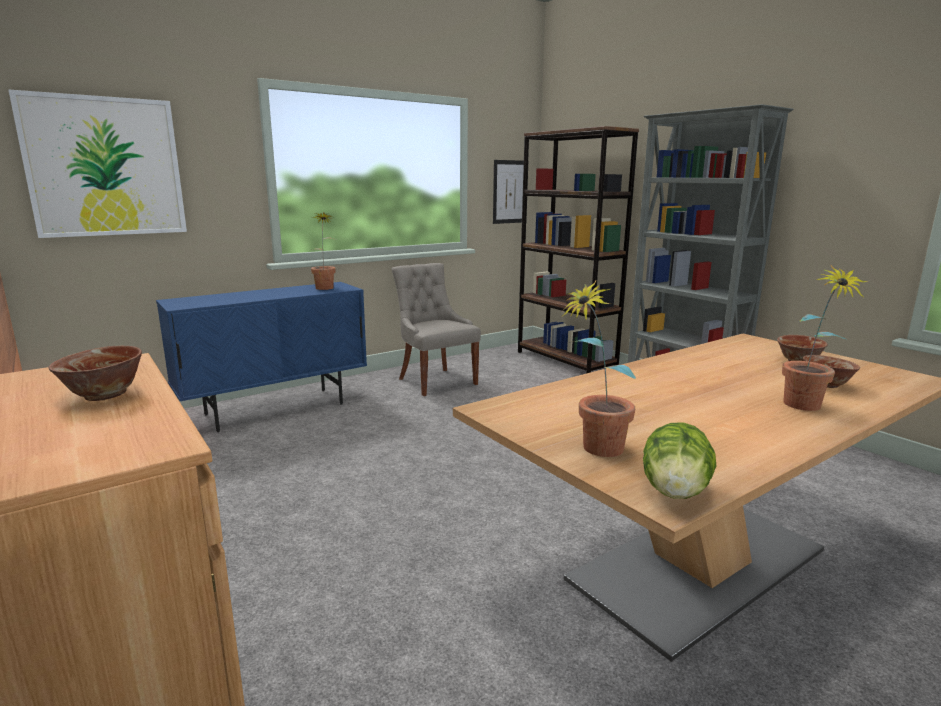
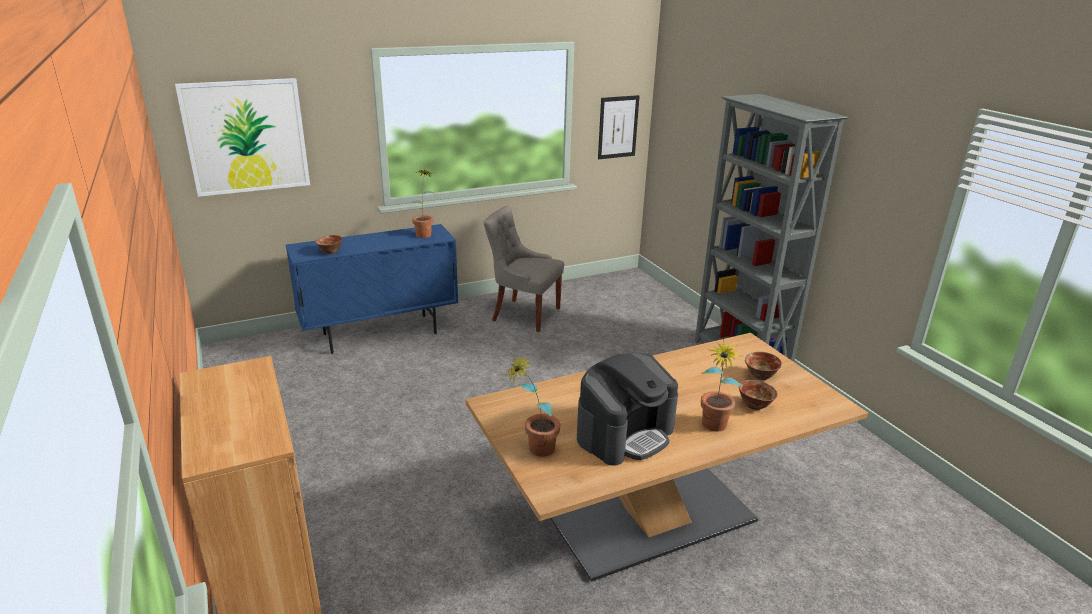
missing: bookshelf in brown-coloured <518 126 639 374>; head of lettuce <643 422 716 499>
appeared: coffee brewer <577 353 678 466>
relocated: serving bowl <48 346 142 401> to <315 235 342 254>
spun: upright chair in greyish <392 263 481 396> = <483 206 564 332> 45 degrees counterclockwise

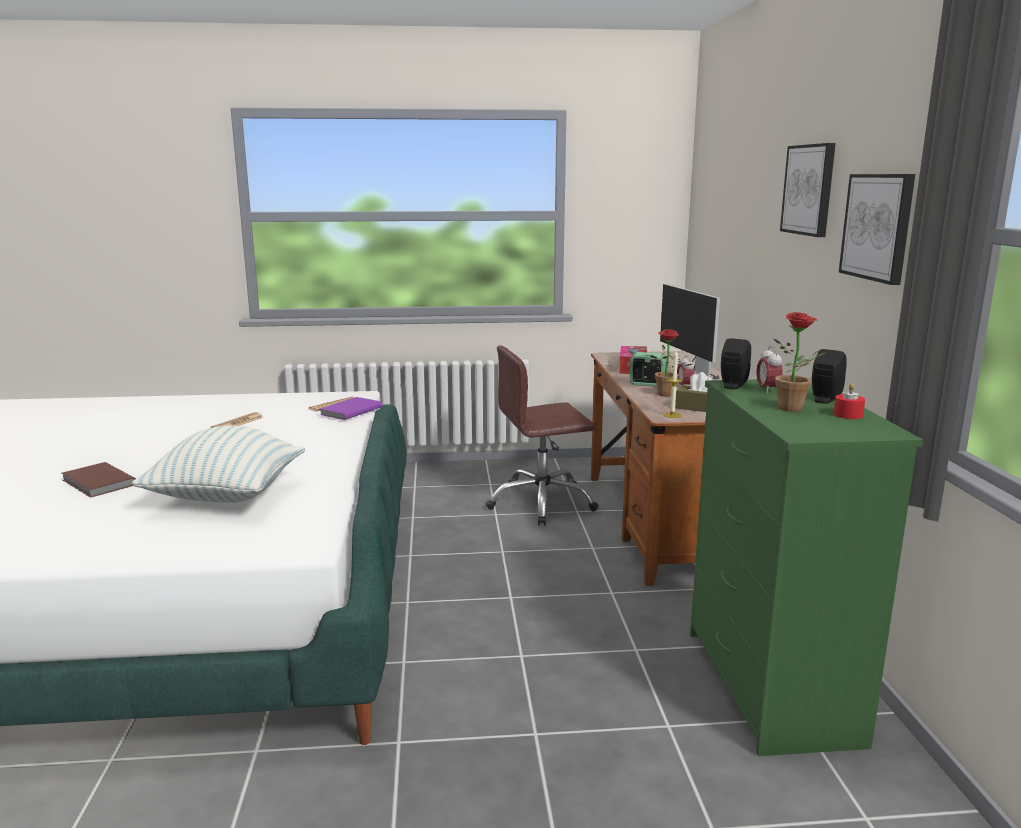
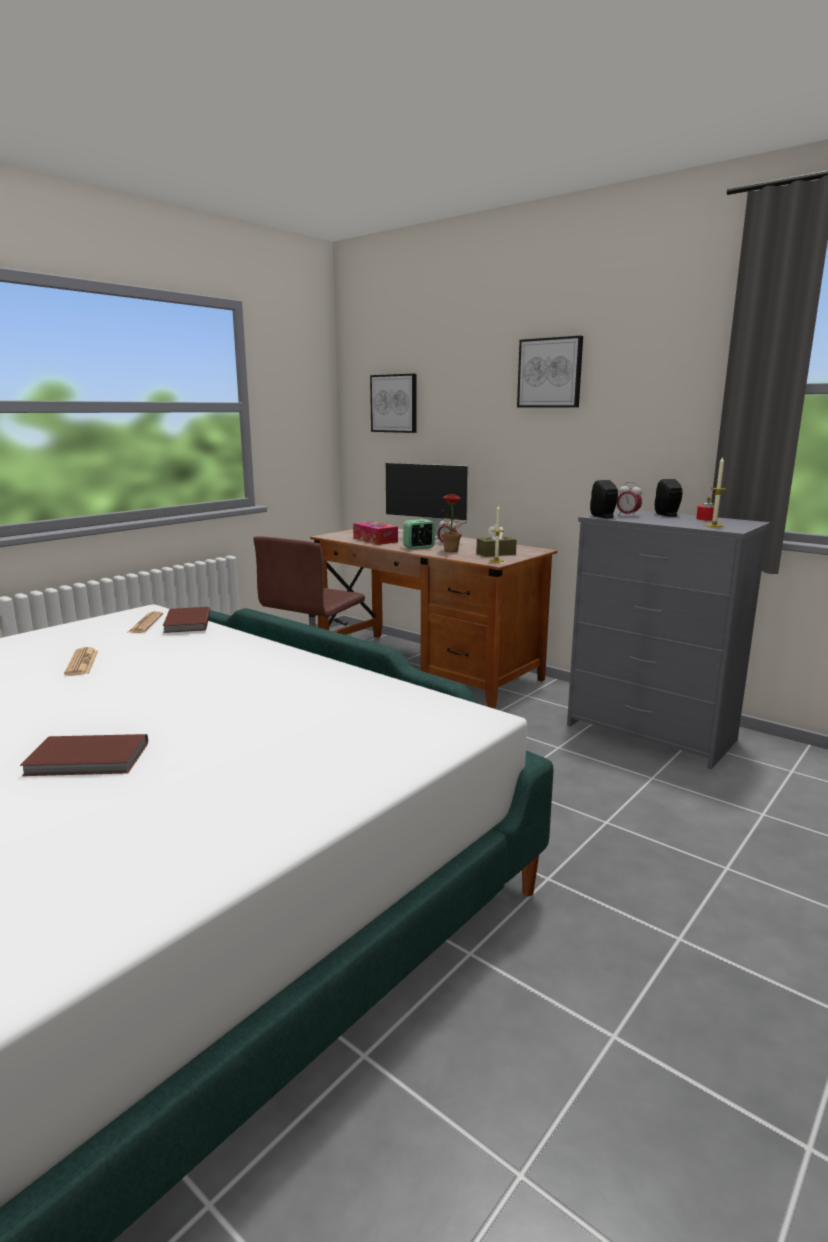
missing: throw pillow <132 425 305 503>; potted plant <774 312 825 412>
appeared: wax candle <705 456 727 527>
relocated: wall picture <839 174 915 285> to <370 374 417 433>
colour: book in purple-coloured <320 397 382 420> to book in brown-coloured <163 607 210 633>; dresser in green <690 379 923 756> to dresser in greyish <567 508 771 769>

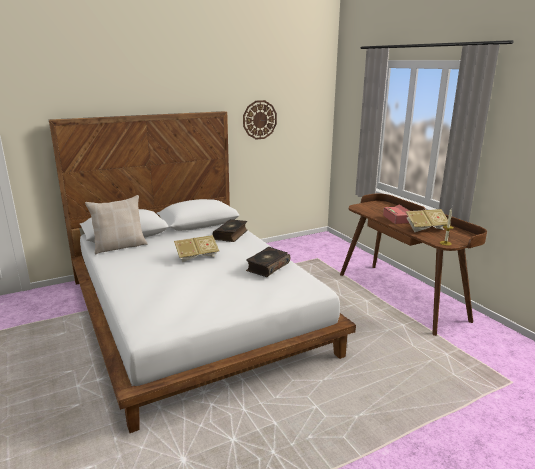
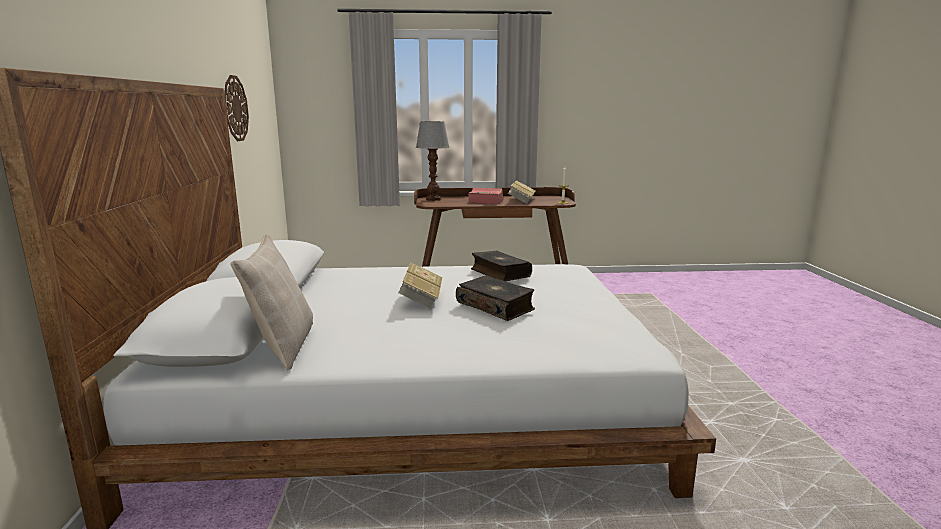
appeared: table lamp <416 121 450 201>
relocated: book <213 219 248 242> to <456 275 535 321>

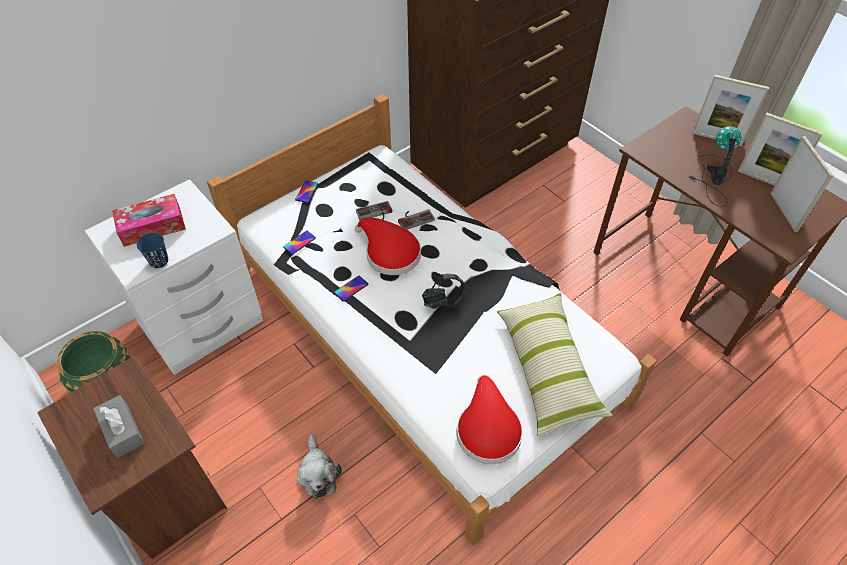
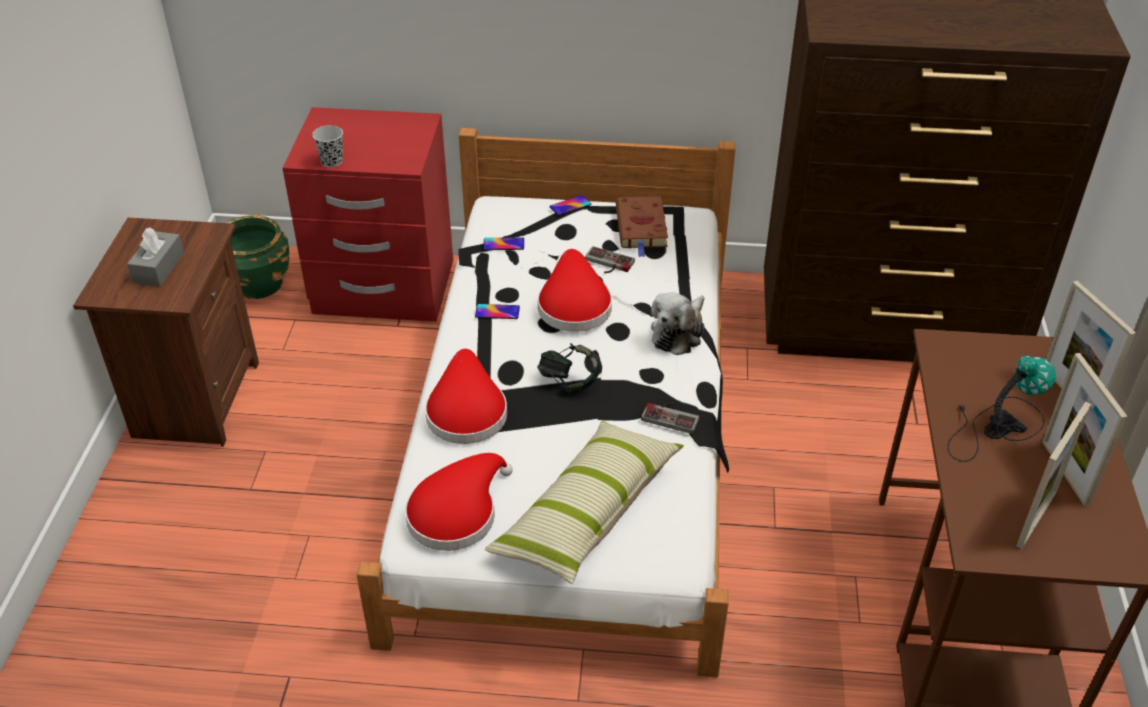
missing: box of tissues <112 194 186 247>
appeared: wearable hat in red <425 349 507 444>; book in brown-coloured <616 196 668 257>
relocated: cuddly toy <297 434 342 499> to <651 292 705 355>; game controller <398 209 435 230> to <641 402 699 434>
colour: bedside table in whitish <85 179 263 375> to bedside table in red <282 107 453 322>; drinking cup in bluish <137 233 168 268> to drinking cup in black <312 125 343 168>

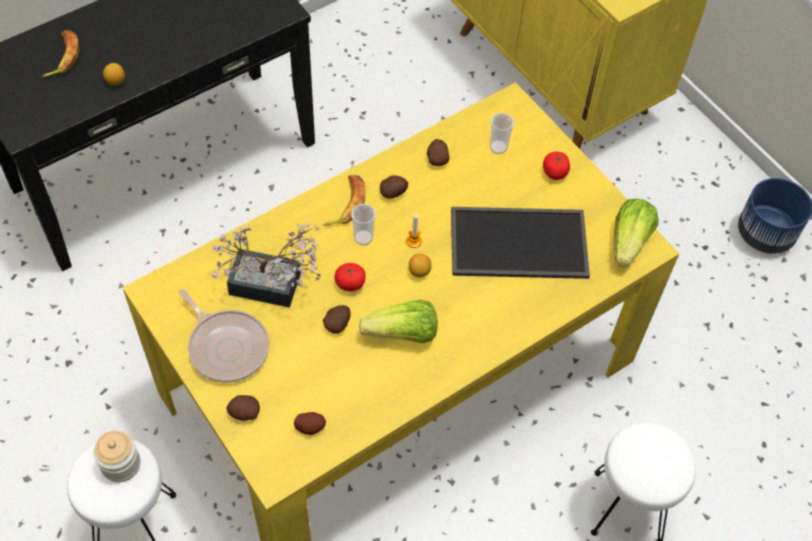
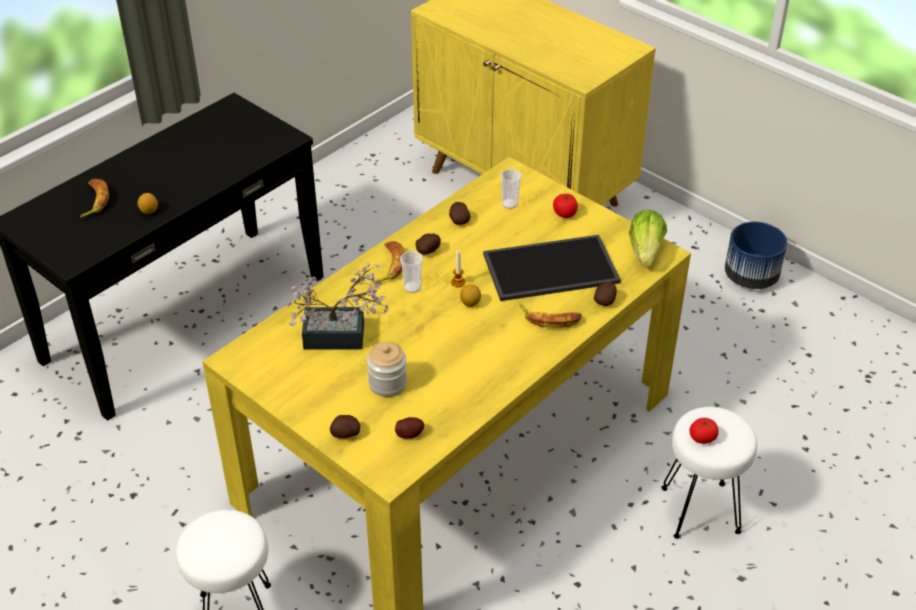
missing: frying pan <178 289 269 383>; head of lettuce <359 300 438 343>
appeared: whole banana <519 303 582 328>
relocated: jar <94 431 141 482> to <367 342 407 397>; whole potato <323 305 351 334> to <594 282 617 306>; fresh tomato <335 263 366 291> to <690 418 719 444>

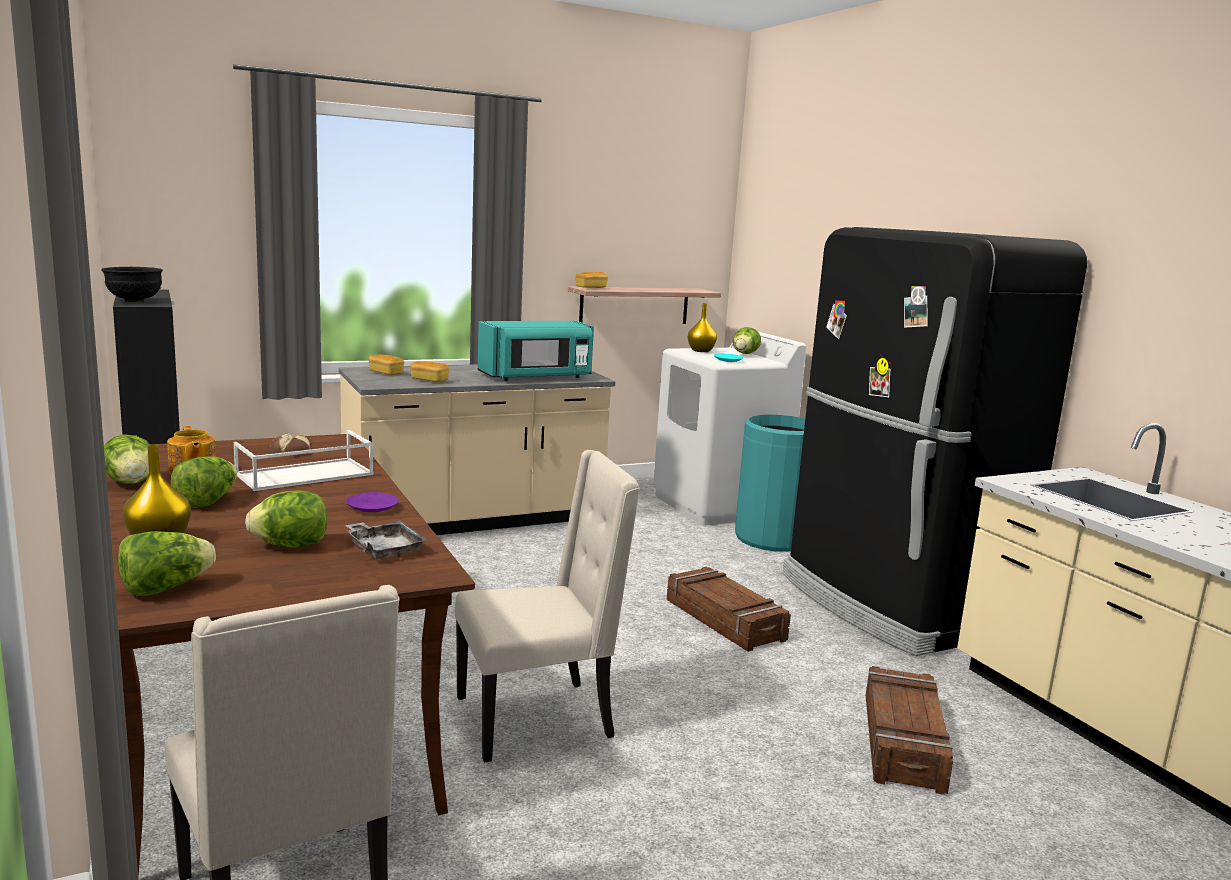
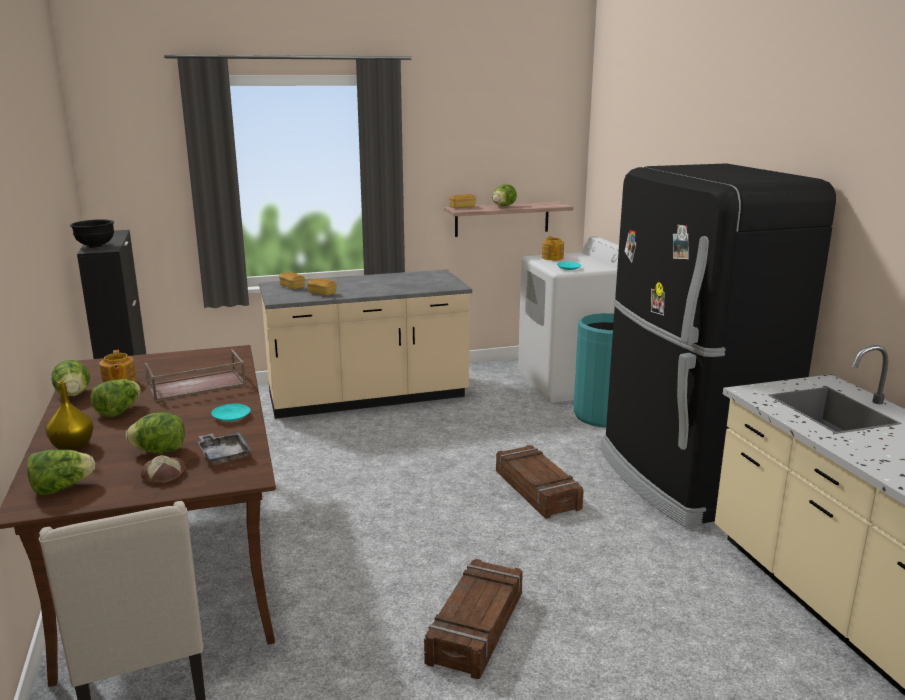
missing: upright chair in sand-coloured <455 450 640 762>; microwave in blue-green <478 321 594 381>
relocated: bakery bread <270 433 313 456> to <140 455 185 483>; head of lettuce <733 327 761 354> to <492 184 517 206>; shipping crate <866 666 953 795> to <424 559 523 679>
exchanged: flower vase in yellowish <688 303 717 352> to tea pot <542 236 564 260>
colour: serving tray in whitish <234 430 374 491> to serving tray in brown-coloured <144 349 246 402>; plate in purple-coloured <346 492 399 512> to plate in blue-green <211 404 250 421>

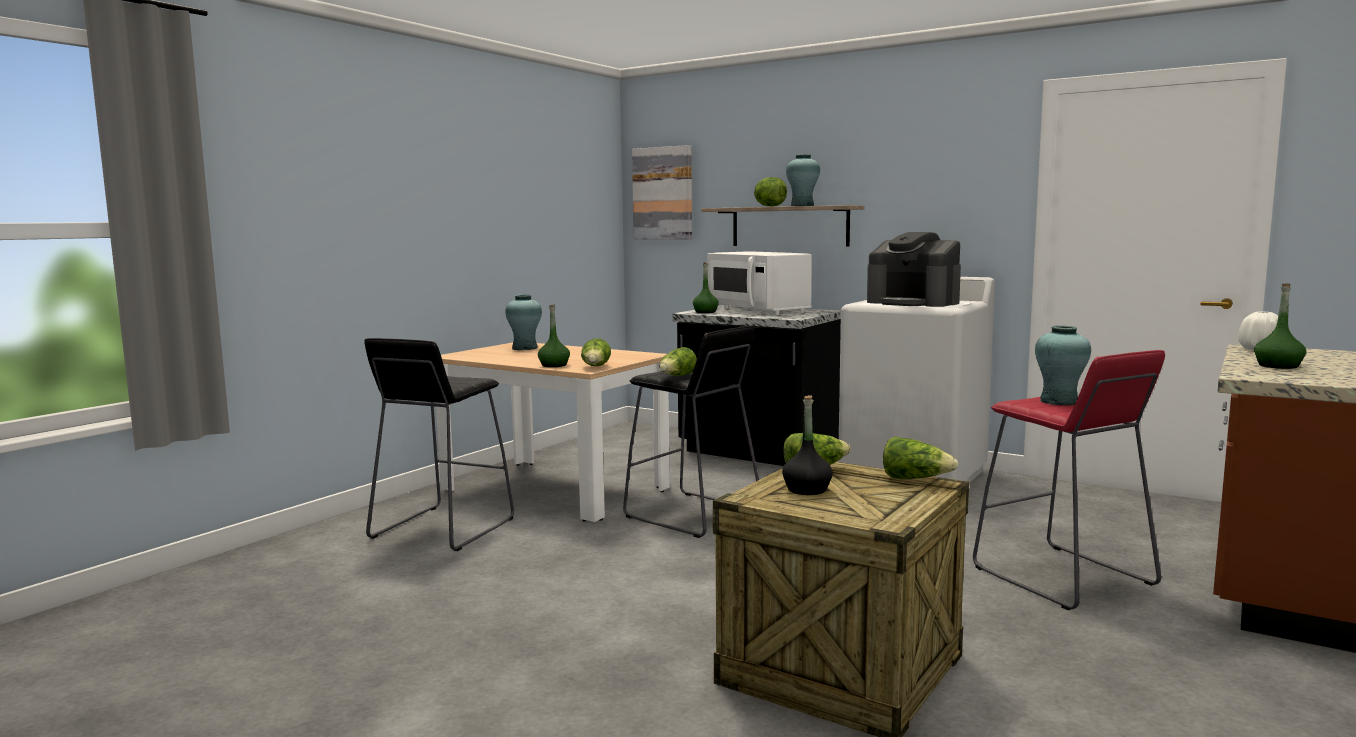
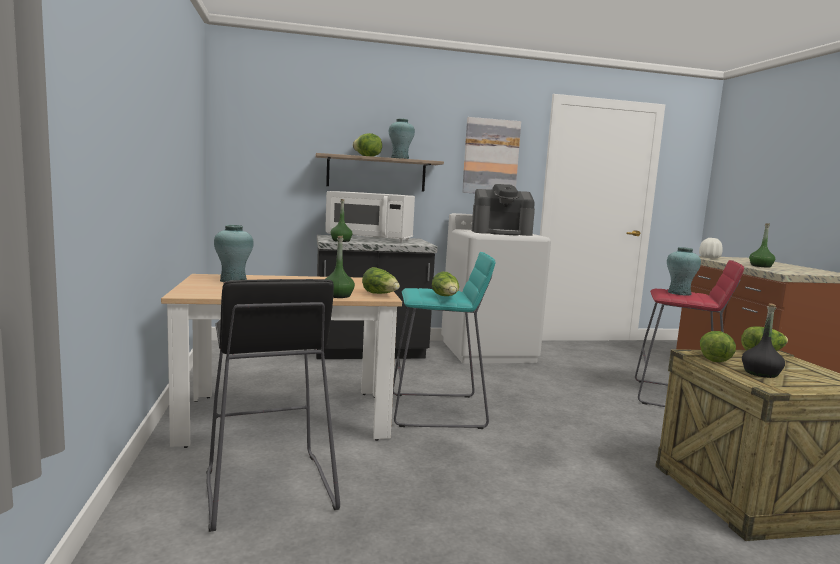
relocated: wall picture <632 145 692 239> to <462 117 521 193>
colour: sitting stool in black <623 326 759 538> to sitting stool in blue-green <393 252 495 429>

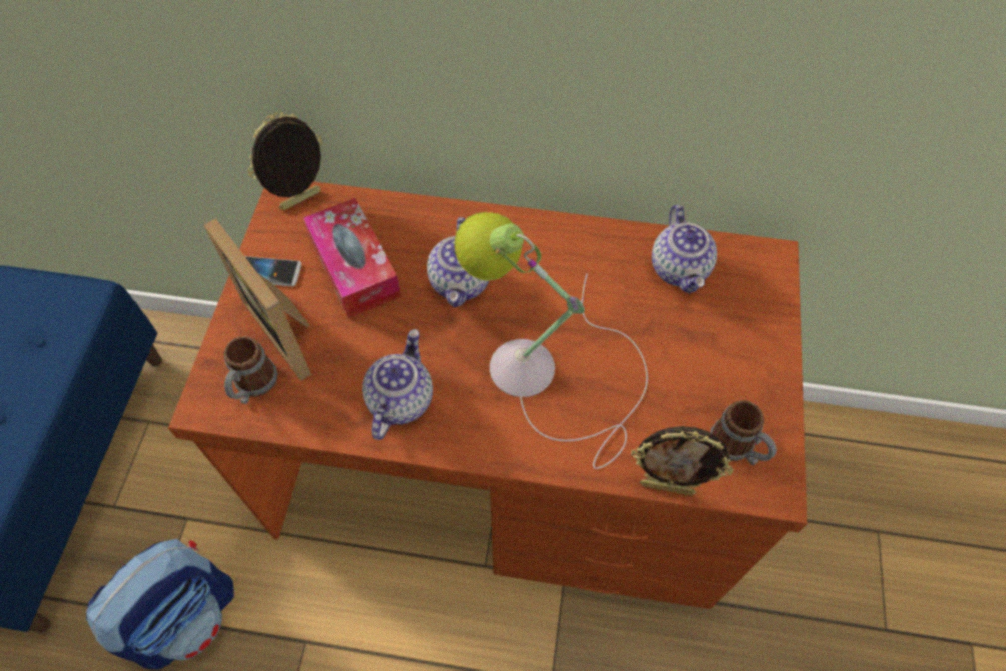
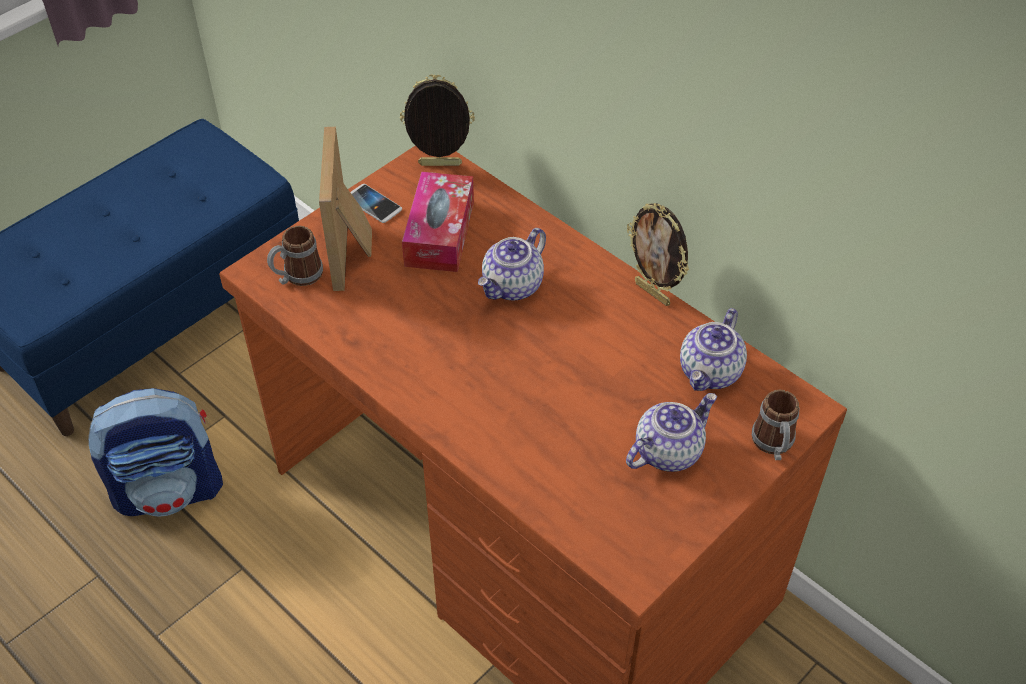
missing: table lamp <454 212 648 469>
relocated: tea pot <362 329 433 440> to <626 393 717 472>; picture frame <631 426 734 496> to <627 203 689 306>; coffee mug <710 400 777 465> to <752 390 799 460>

